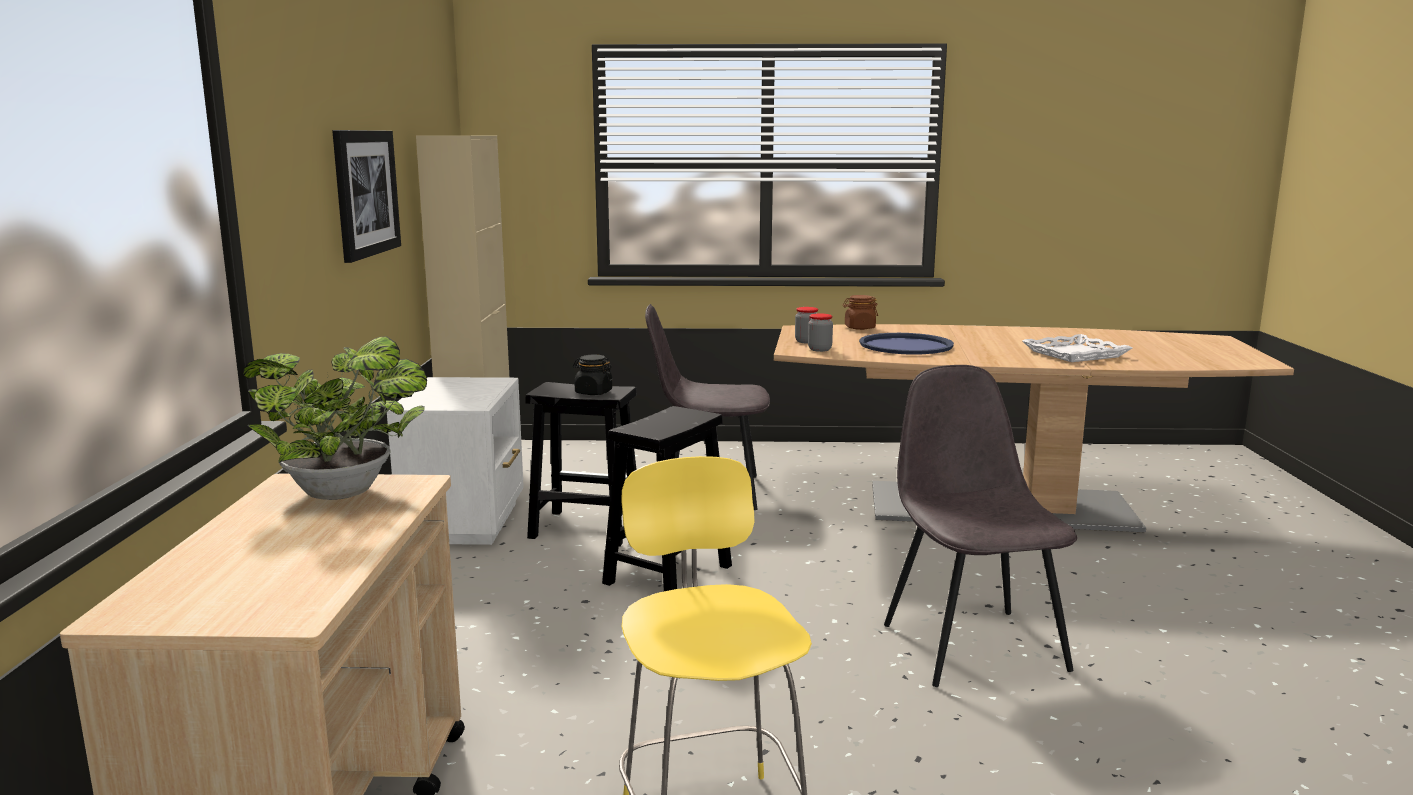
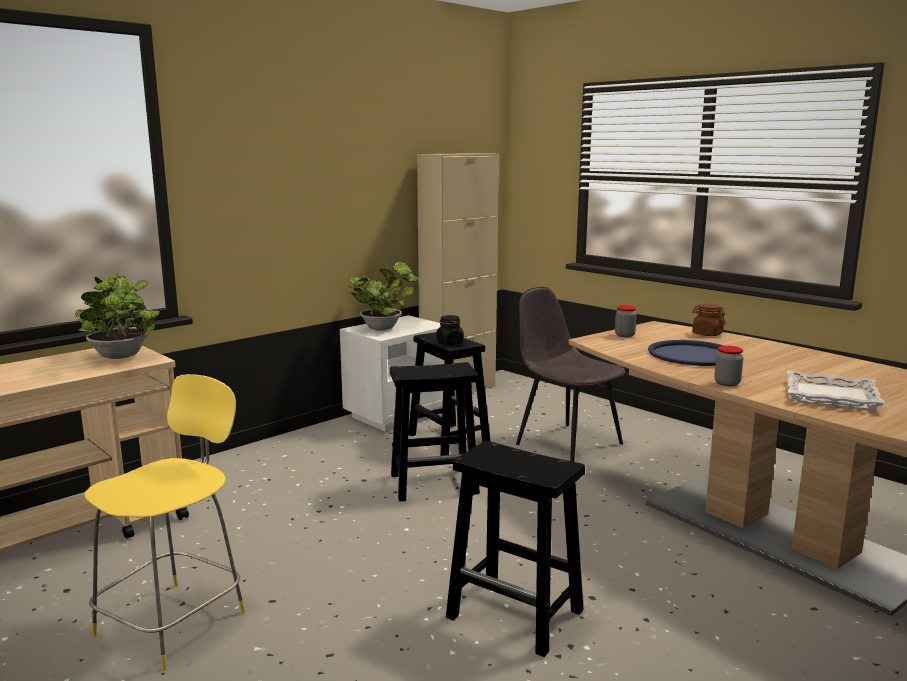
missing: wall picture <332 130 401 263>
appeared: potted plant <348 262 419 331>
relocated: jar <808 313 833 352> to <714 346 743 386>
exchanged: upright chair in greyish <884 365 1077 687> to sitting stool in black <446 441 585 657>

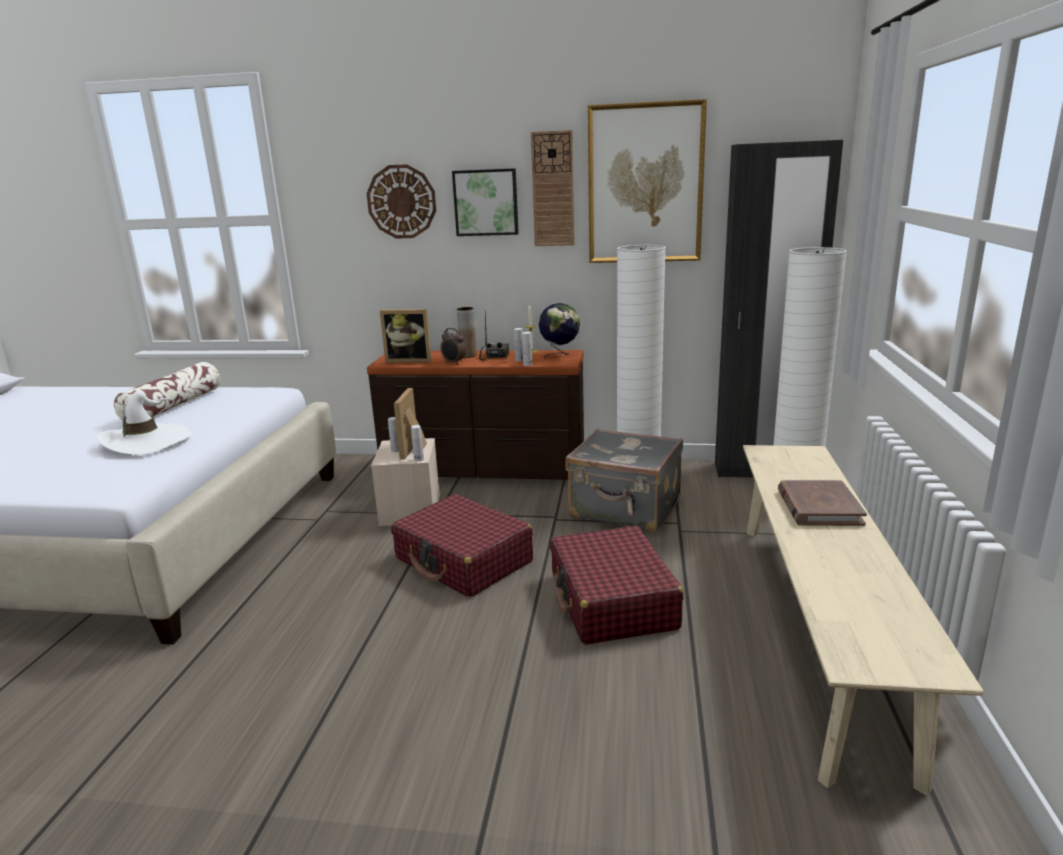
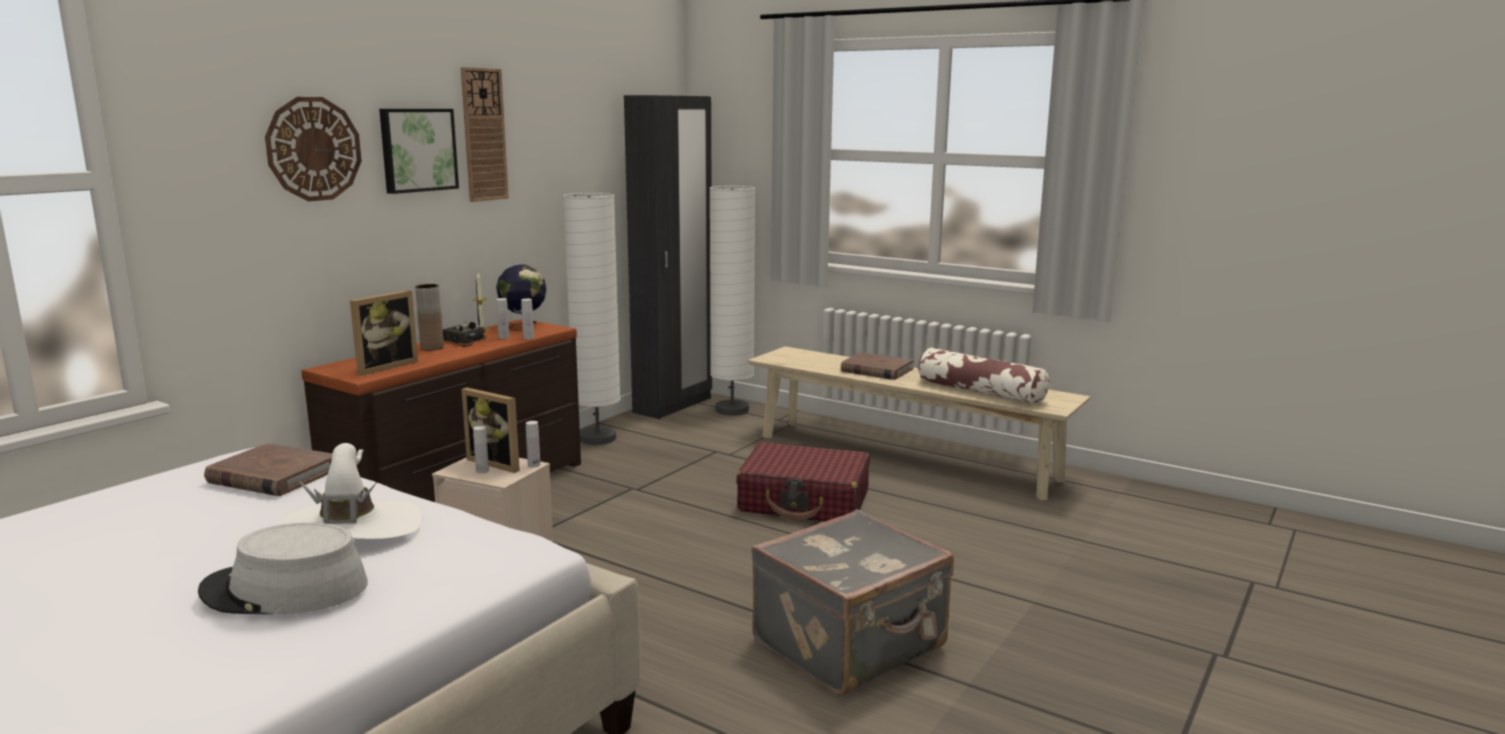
missing: piece of luggage in red <391 494 533 597>; bedside clock <441 328 466 364>; wall picture <588 99 707 263>
appeared: wearable hat in greyish <198 522 368 614>; book in brown-coloured <204 443 332 496>
relocated: throw pillow <114 362 221 420> to <918 348 1049 405>; piece of luggage in greyish <565 428 683 532> to <751 509 954 695>

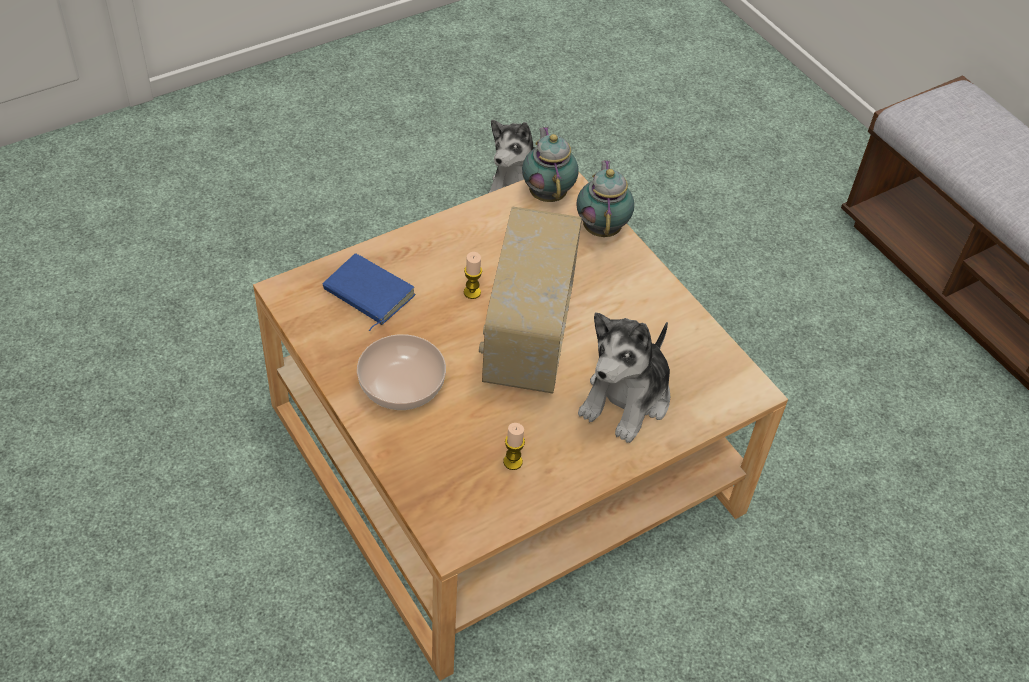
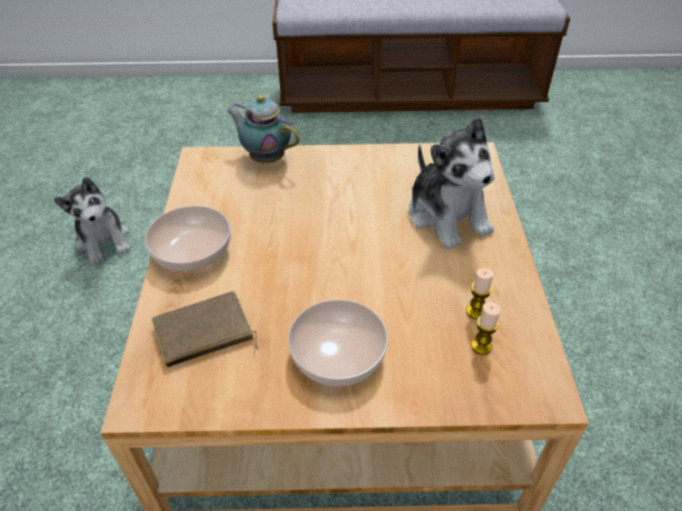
missing: radio receiver <479 206 582 394>; tea pot <522 126 579 202>
appeared: serving bowl <145 206 231 271>
relocated: wax candle <464 252 482 299> to <471 302 500 355>
colour: book in bluish <323 253 416 331> to book in brown-coloured <152 291 258 367>

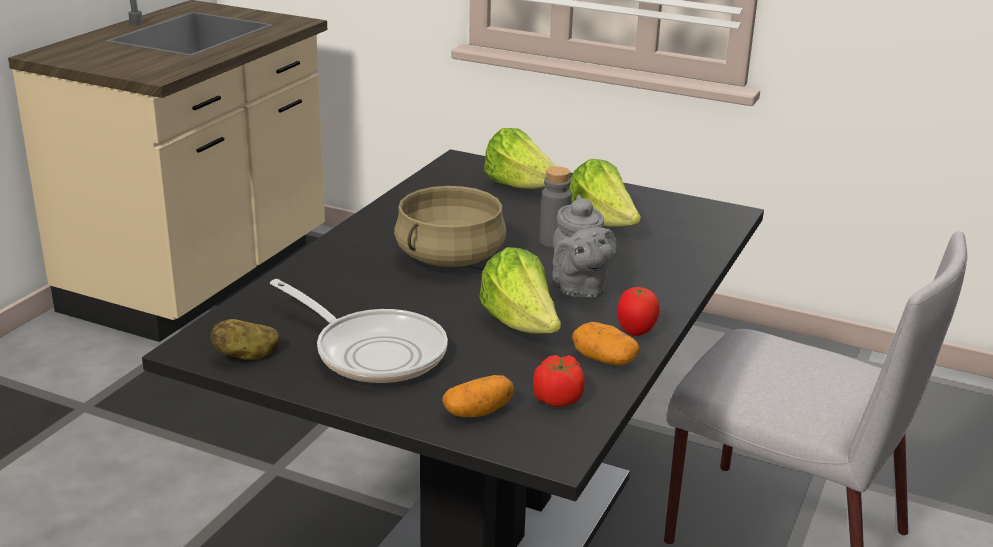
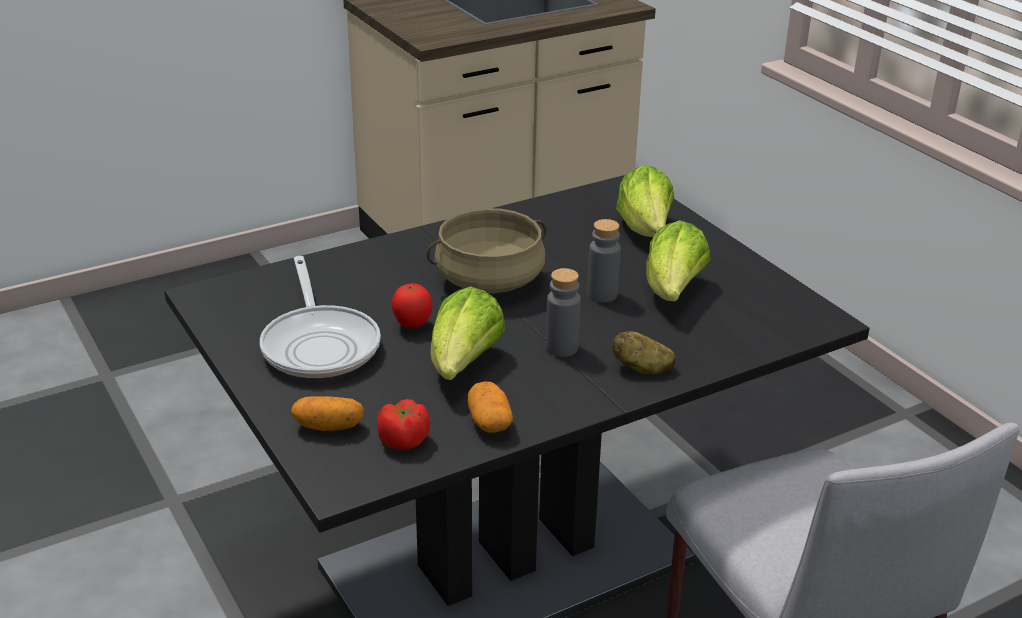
relocated: whole potato <210 319 280 360> to <612 331 676 375>; fresh tomato <617 287 660 336> to <392 283 432 328>
exchanged: tea pot in greyish <552 194 617 298> to bottle in greyish <546 268 581 357>

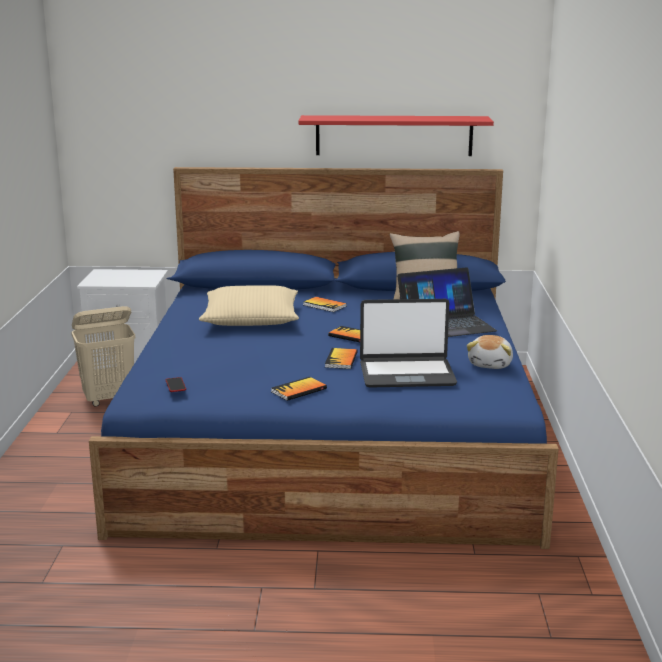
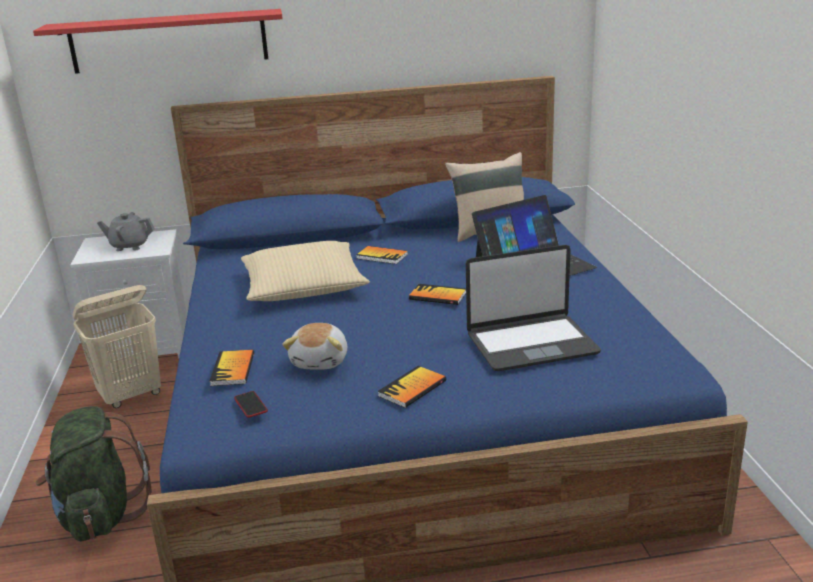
appeared: rucksack in green <36 406 151 542>; tea pot in greyish <97 212 155 251>
relocated: bracket shelf in red <298 115 494 156> to <33 9 283 74>; book <325 348 358 369> to <209 350 254 386>; cuddly toy <467 335 513 369> to <282 323 347 370>

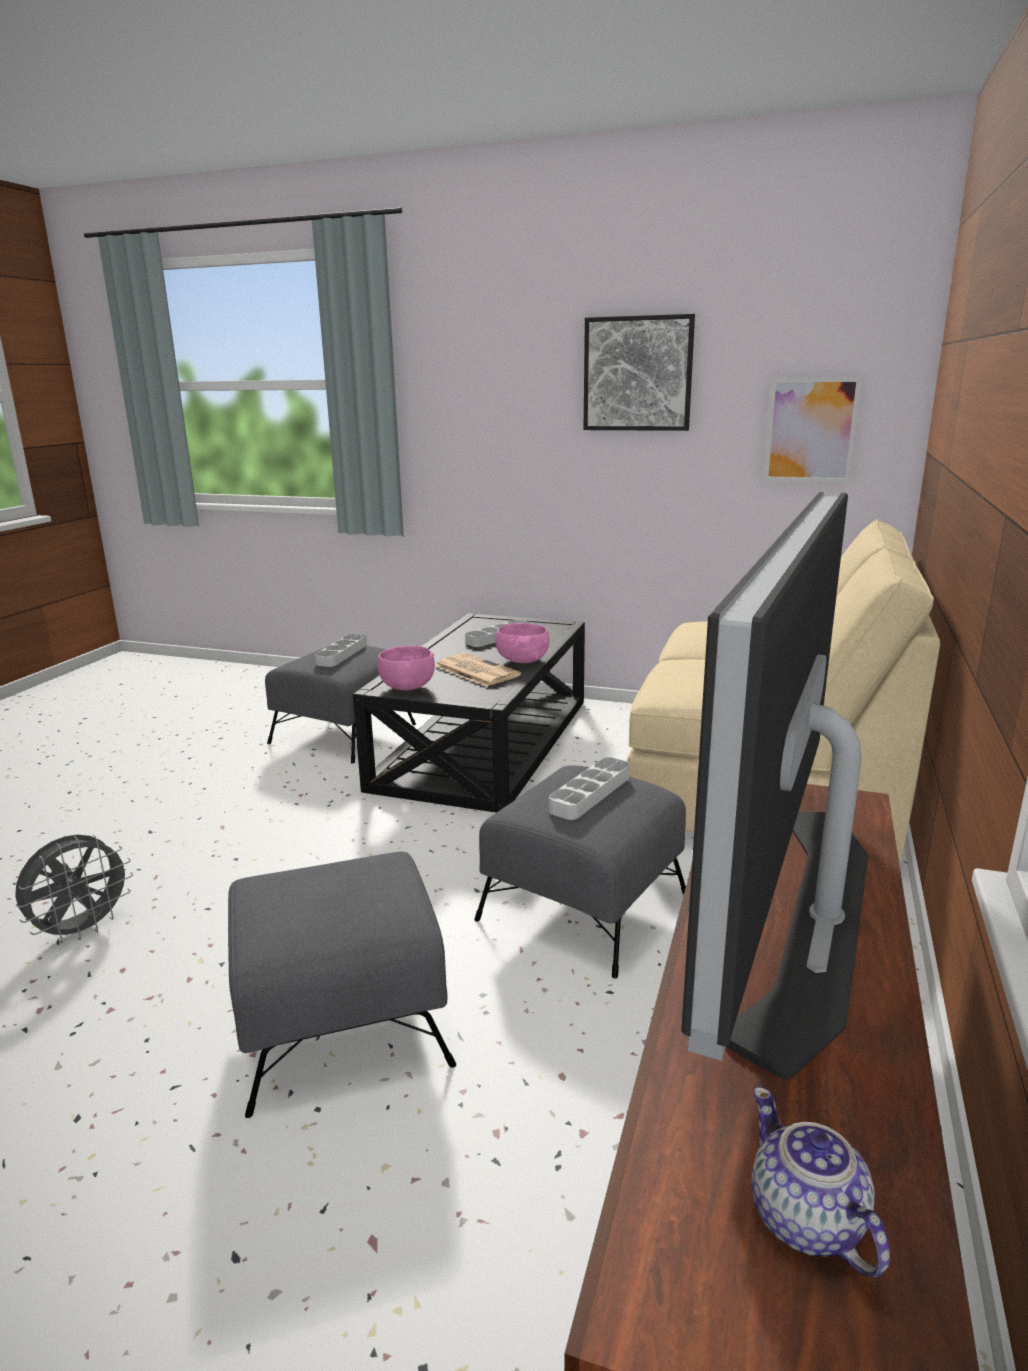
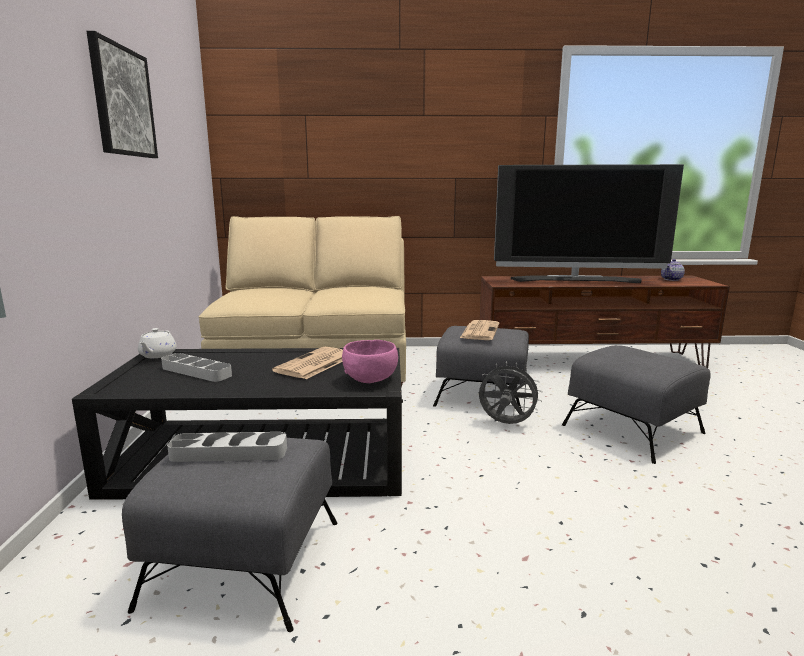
missing: serving bowl in pink <495 623 550 663>; wall picture <763 377 862 483>
appeared: tea pot in whitish <138 328 177 358>
relocated: cooling fan in greyish <15 835 134 943> to <478 361 543 424>
exchanged: serving tray in greyish <549 757 630 820> to printed paper <460 320 499 340>

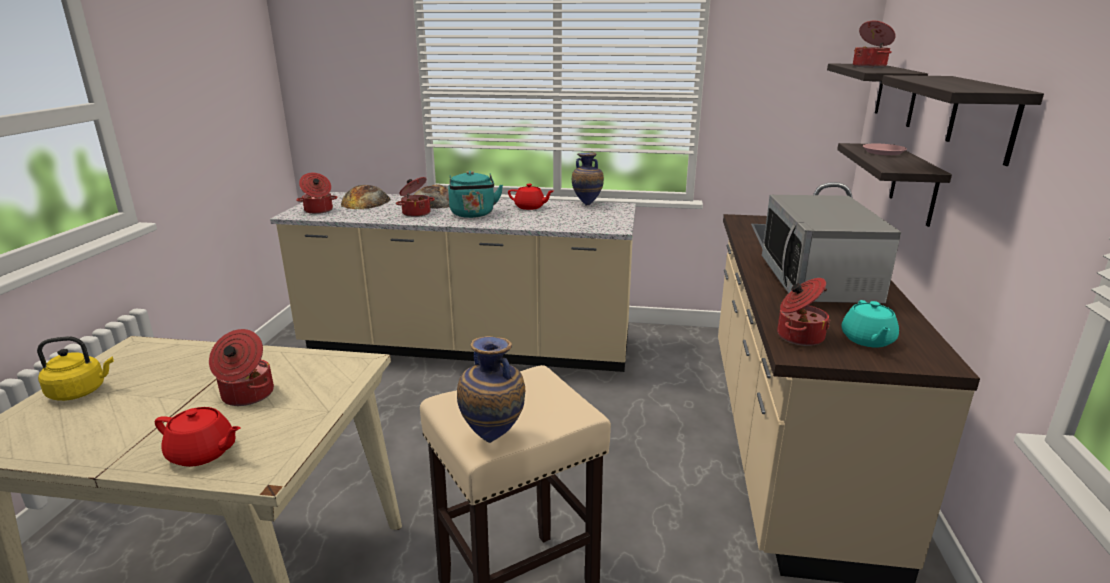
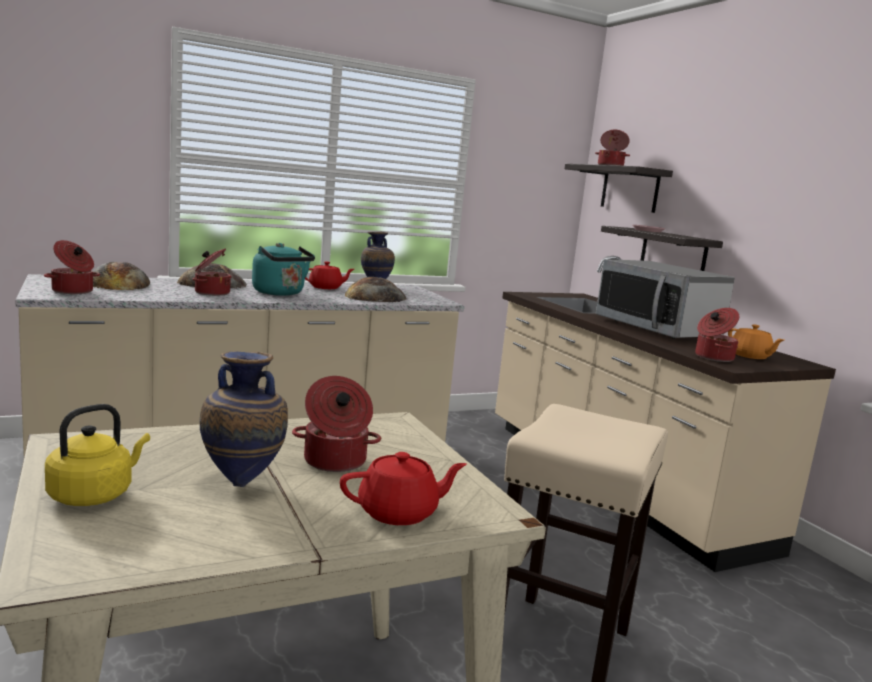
missing: bracket shelf <882 75 1044 166>
appeared: bakery bread <345 277 407 302>
relocated: flower vase <457 336 525 443> to <200 351 288 487>
colour: tea pot in blue-green <841 300 899 347> to tea pot in orange-coloured <728 324 784 359>

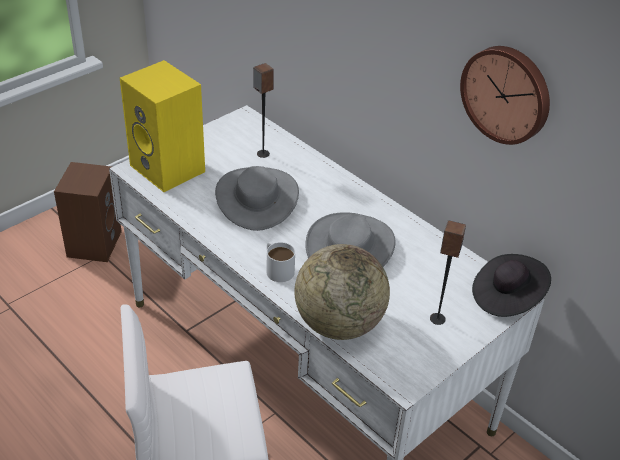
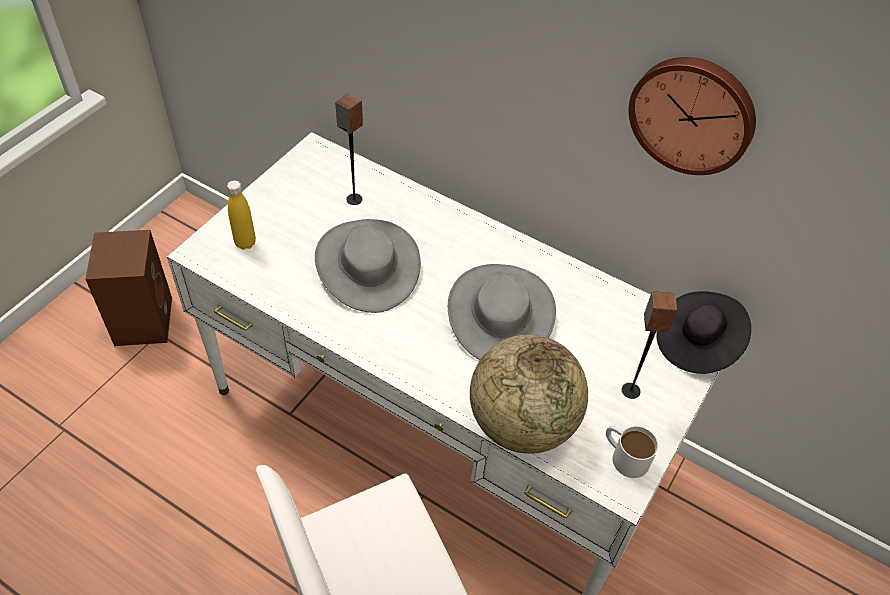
relocated: coffee mug in whitish <267 242 295 282> to <606 426 658 478>
exchanged: speaker in yellowish <120 60 205 192> to bottle in yellowish <227 180 256 250>

